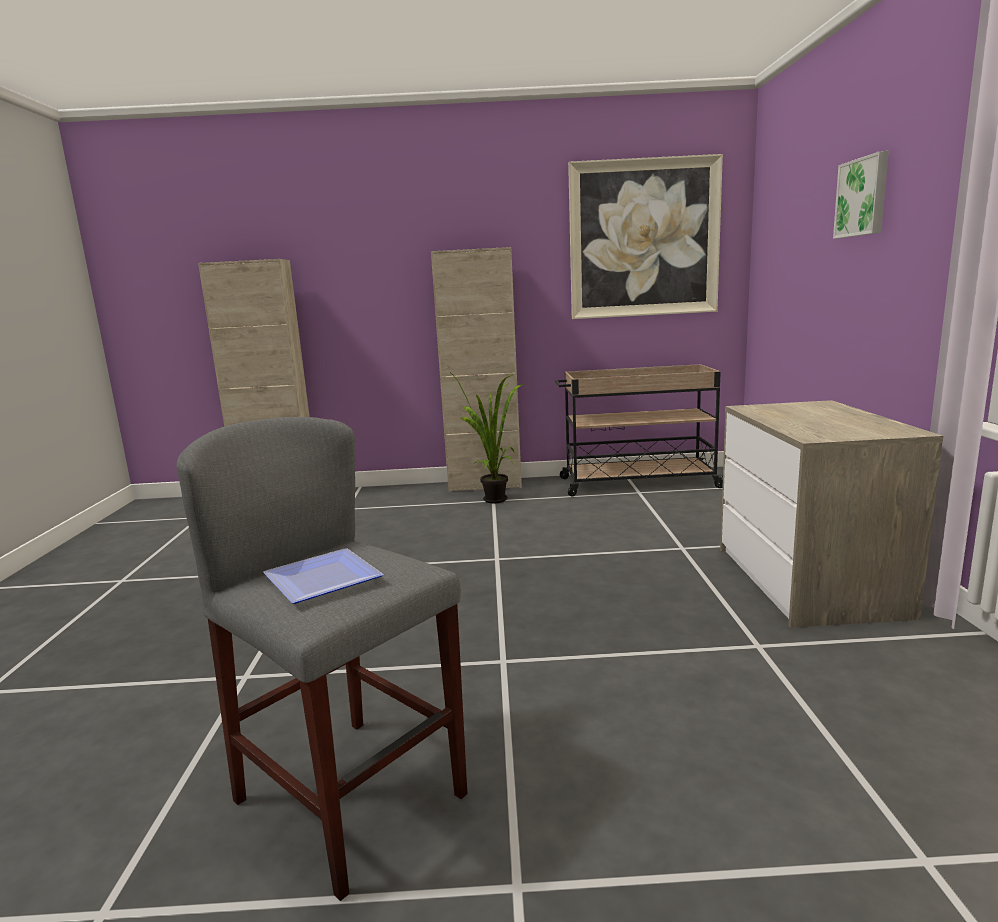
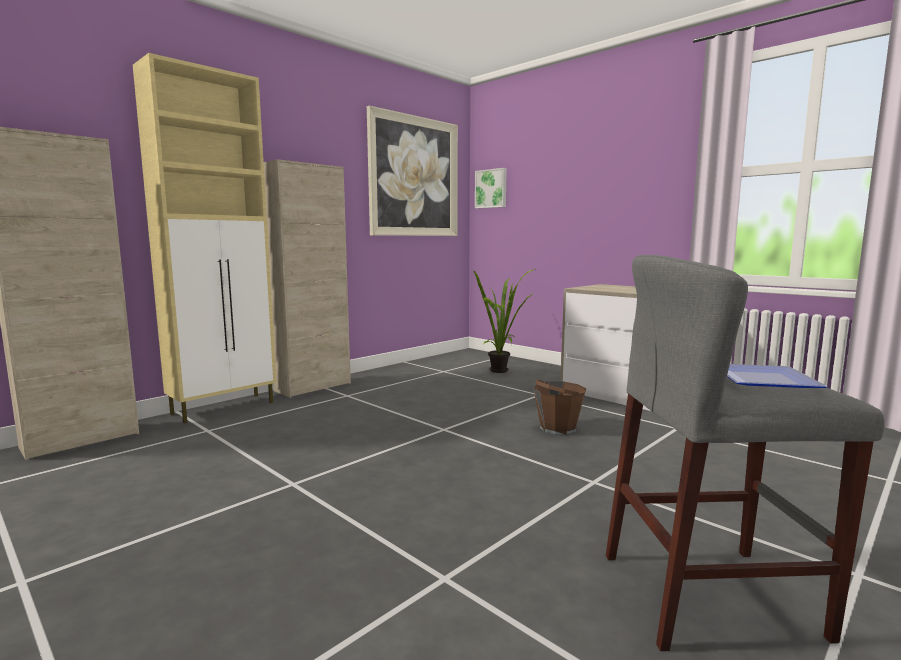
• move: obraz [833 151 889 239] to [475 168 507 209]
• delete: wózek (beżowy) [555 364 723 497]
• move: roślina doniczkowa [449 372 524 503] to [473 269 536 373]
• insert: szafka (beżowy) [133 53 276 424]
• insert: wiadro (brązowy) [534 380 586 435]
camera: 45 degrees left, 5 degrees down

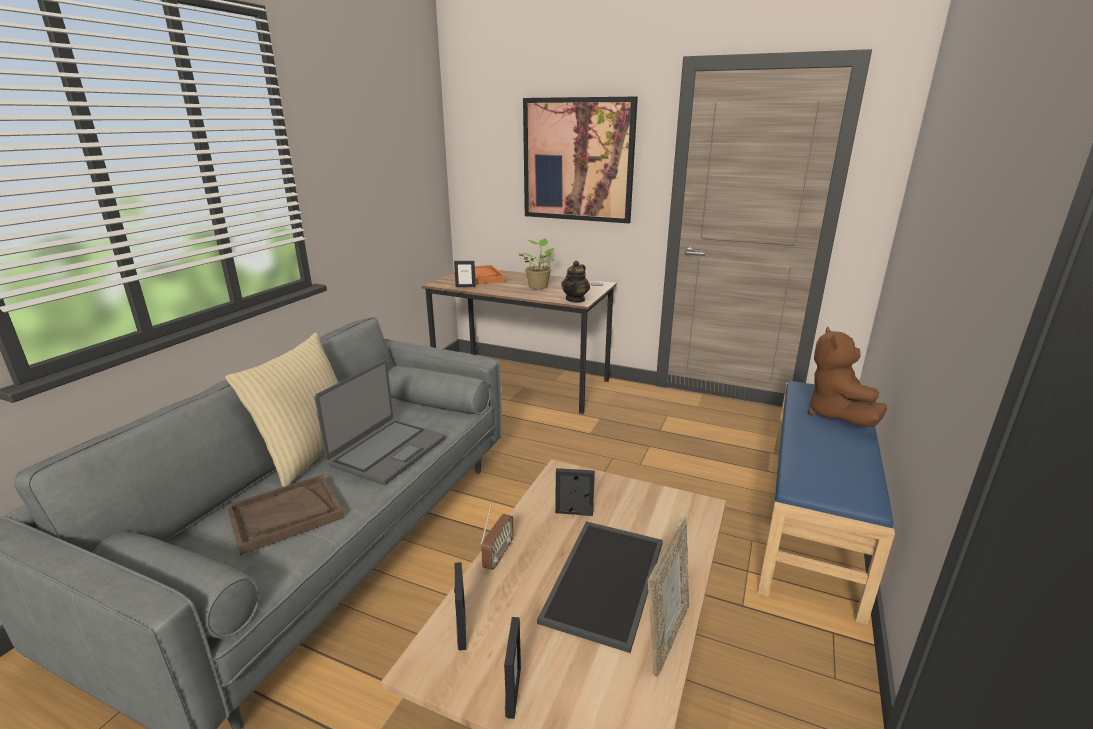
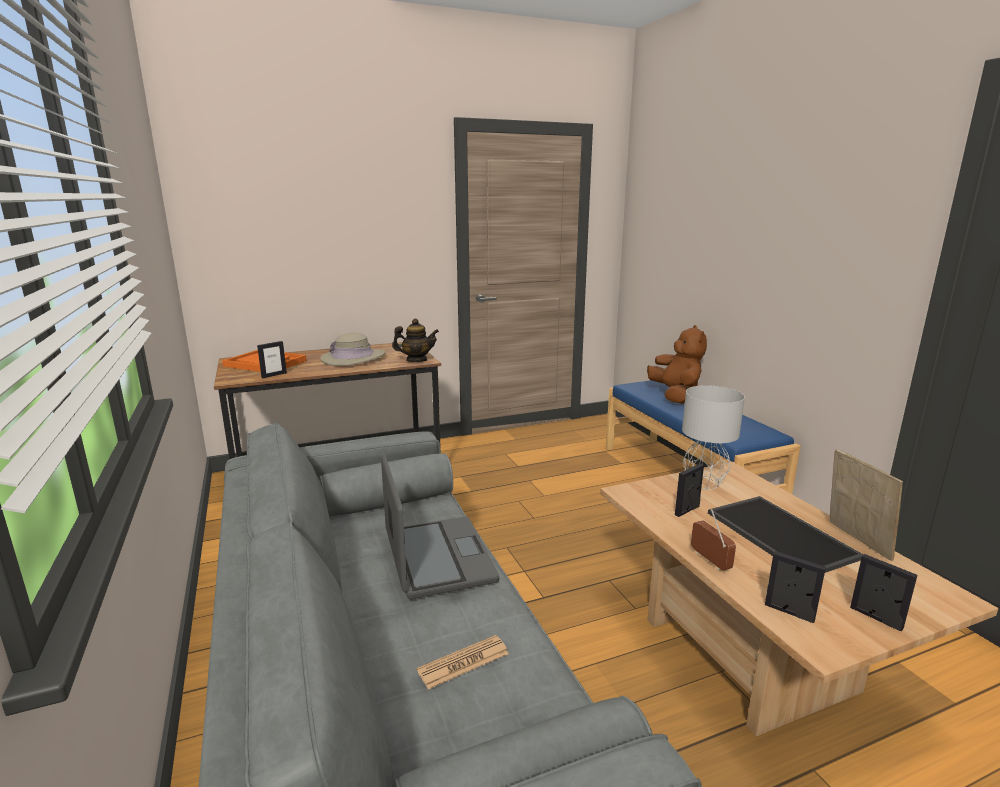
• delete: obraz [523 97 638 223]
• replace: roślina doniczkowa [519 239 555 289] to kapelusz (beżowy) [320 333 386 366]
• rotate: imbryk [561 261 590 303] = [392 319 439 362] 75 degrees counterclockwise
• rotate: pluszak (brązowy) [808 327 887 427] = [647 325 707 404] 150 degrees counterclockwise
• delete: poduszka (beżowy) [225 332 338 487]
• replace: taca (brązowy) [226 475 345 556] to gazeta [417 635 509 689]
• insert: lampa stołowa (szary) [682 385 745 490]
camera: 45 degrees left, 5 degrees down

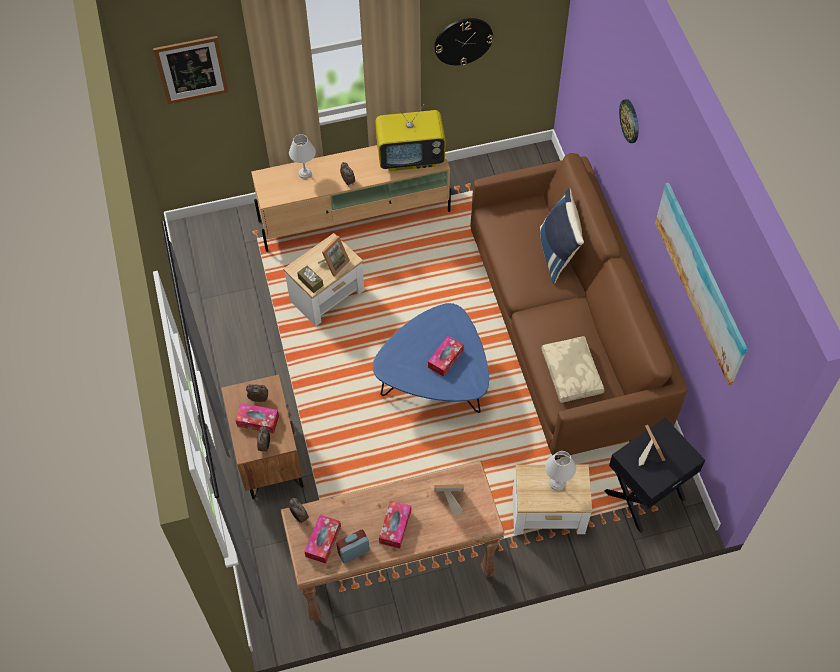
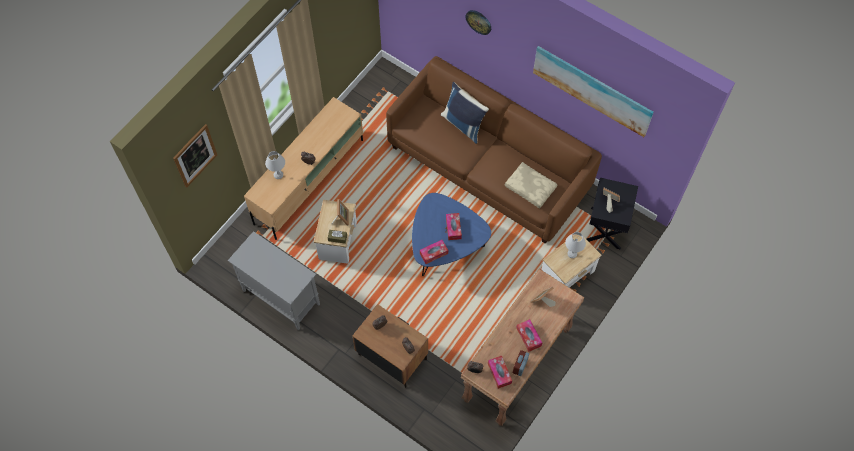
• delete: zegar ścienny [434 18 493 66]
• delete: telewizor [375 104 445 171]
• move: pudełko chusteczek [235 403 279 433] to [420 240 448 264]
• insert: szafka (szary) [228 231 320 330]
camera: 40 degrees left, 5 degrees up

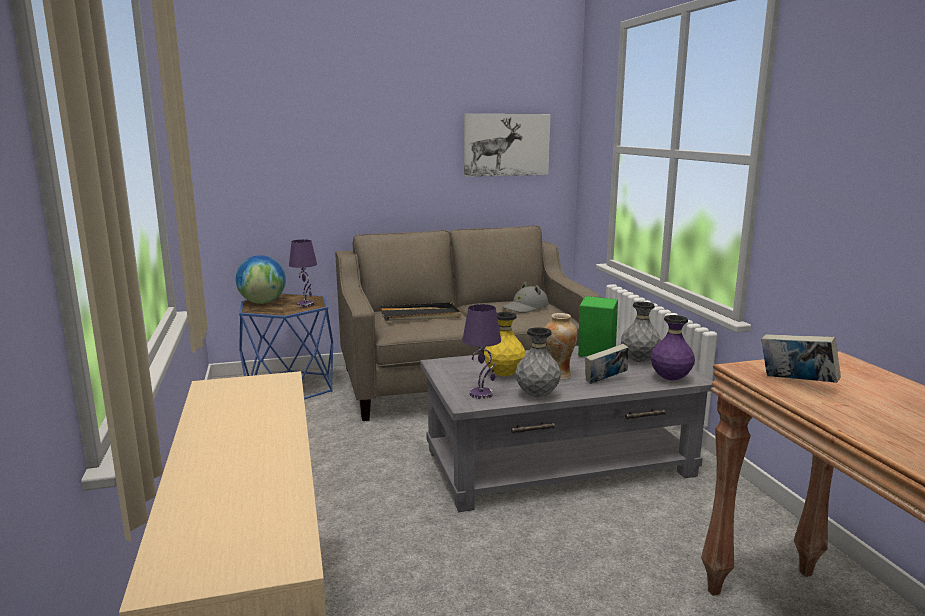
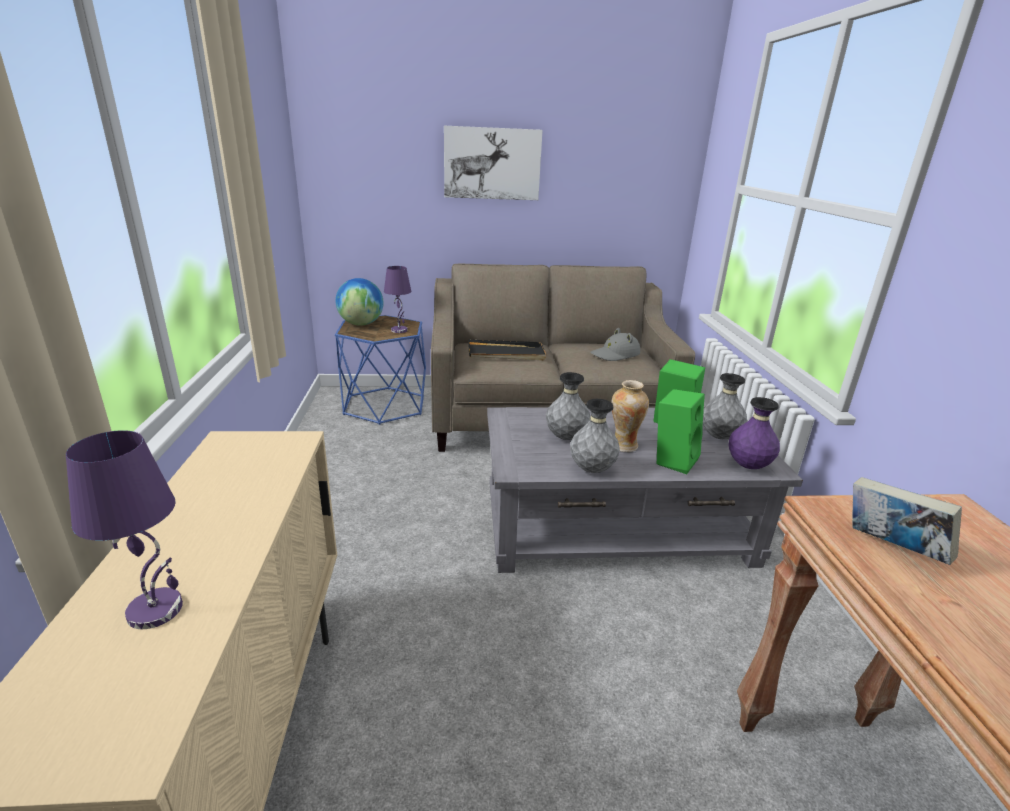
• move: obraz [464 114 551 177] to [444 126 543 200]
• move: lampa stołowa (fioletowy) [462 304 501 399] to [66 430 183 629]
• recolor: wazon (żółty) [484 312 526 376] to wazon (szary) [546 372 591 440]
• replace: książka [585 344 629 384] to głośnik (zielony) [657 389 705 474]
camera: 10 degrees right, 10 degrees up

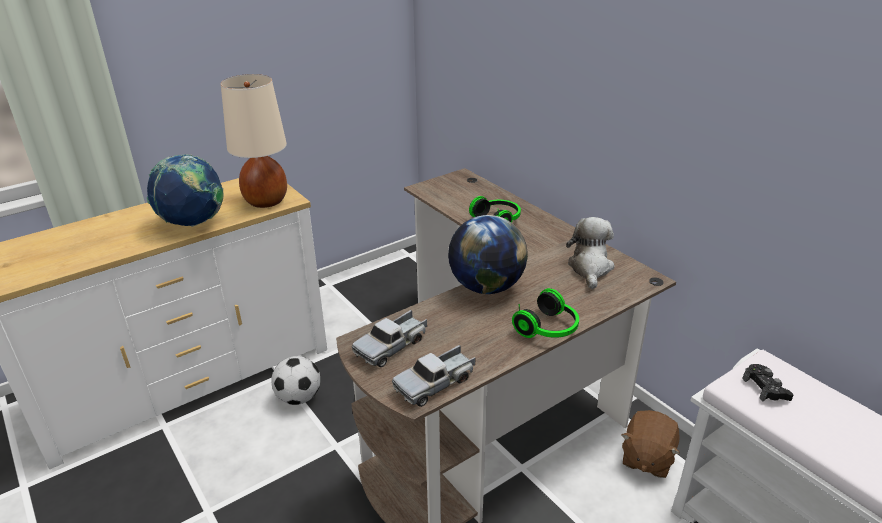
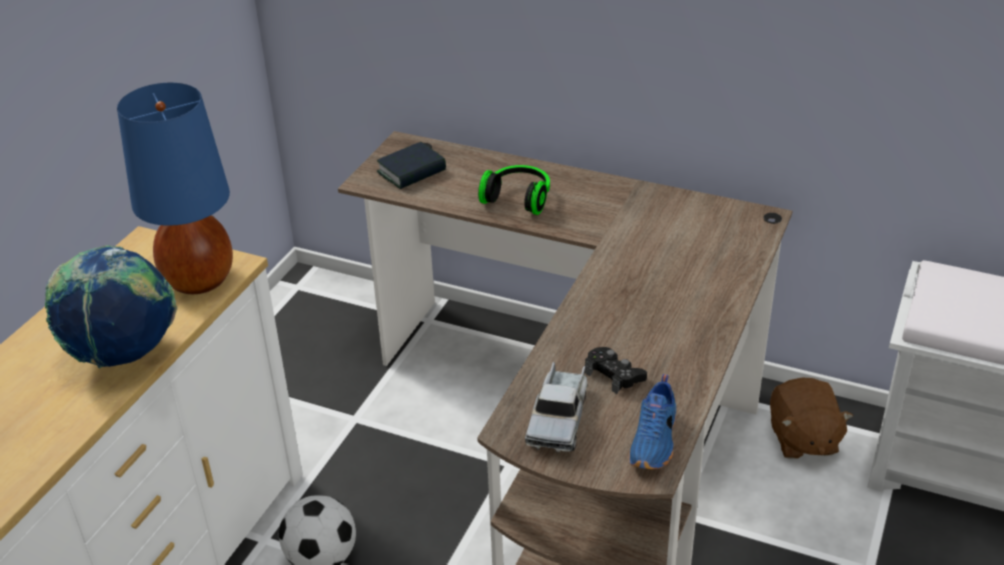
• recolor: lampa stołowa (beżowy) [221 74 287 208] to lampa stołowa (niebieski) [117 83 233 294]
• delete: globus [448 215 528 294]
• delete: pluszak [566 217 614 289]
• delete: słuchawki [512 288 579 338]
• replace: ciężarówka zabawkowa [392 345 476 407] to but (niebieski) [629 374 676 469]
• move: pad do gier (czarny) [742 364 793 402] to [585 347 647 394]
• insert: książka [377 142 446 189]
camera: 30 degrees left, 5 degrees up

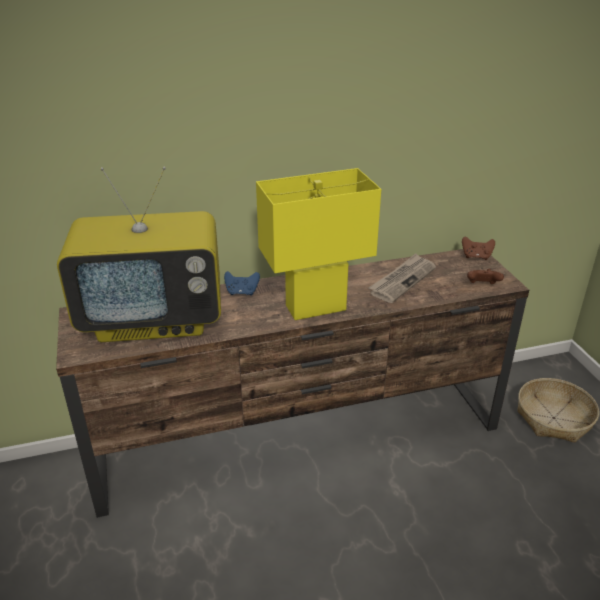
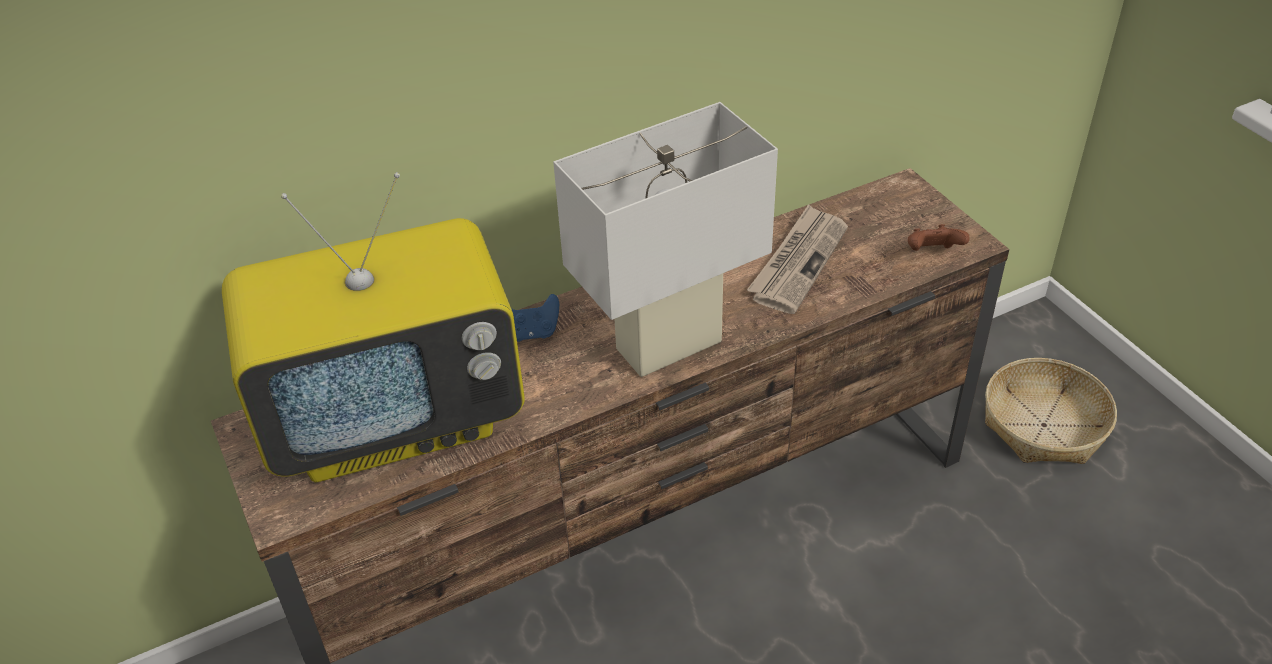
• recolor: lampa stołowa (żółty) [256 168 381 320] to lampa stołowa (biały) [553 102 778 377]
• delete: pad do gier (brązowy) [462 236 495 260]
camera: 10 degrees left, 10 degrees up

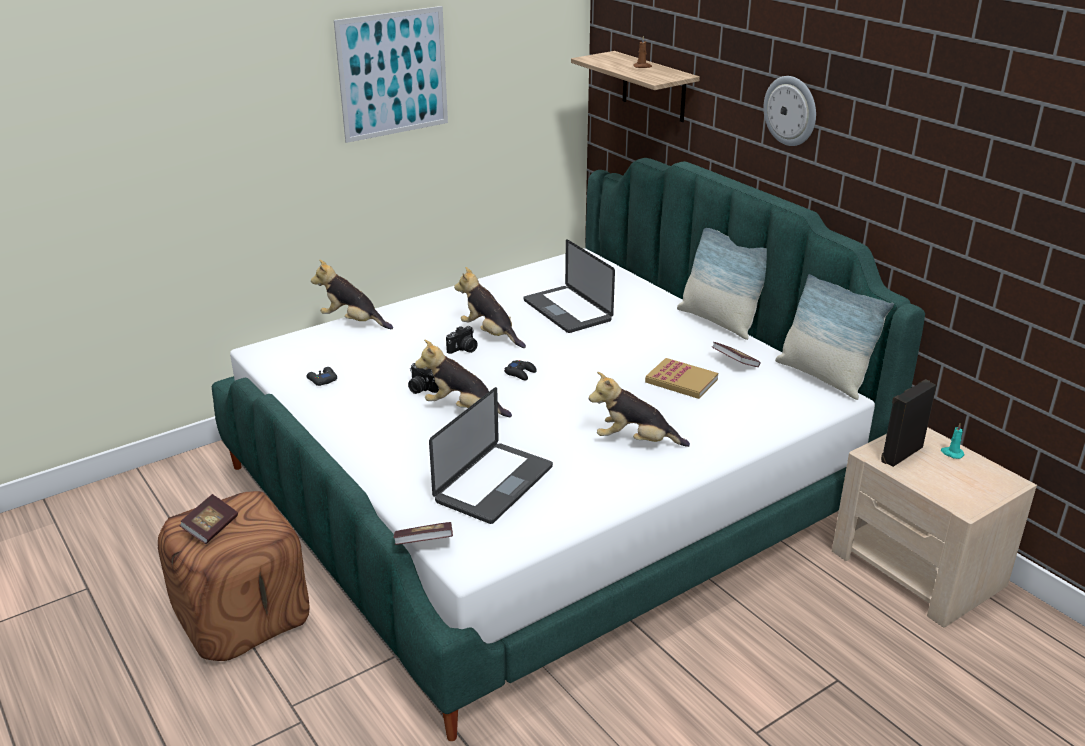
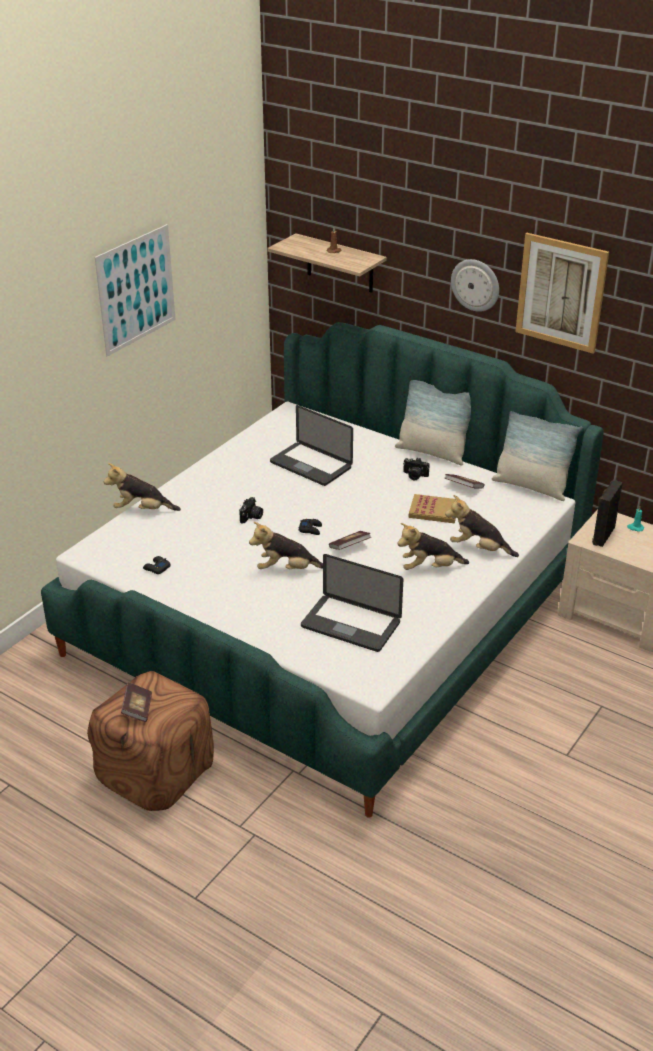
• move: pluszak [454 267 526 348] to [445 495 519 557]
• move: aparat fotograficzny [408 363 439 394] to [403 458 430 480]
• rotate: laptop [429 387 553 524] = [301 554 403 652] 105 degrees clockwise
• move: książka [393 522 453 545] to [329 531 371 550]
• insert: obraz [515 233 609 354]
camera: 20 degrees left, 5 degrees up

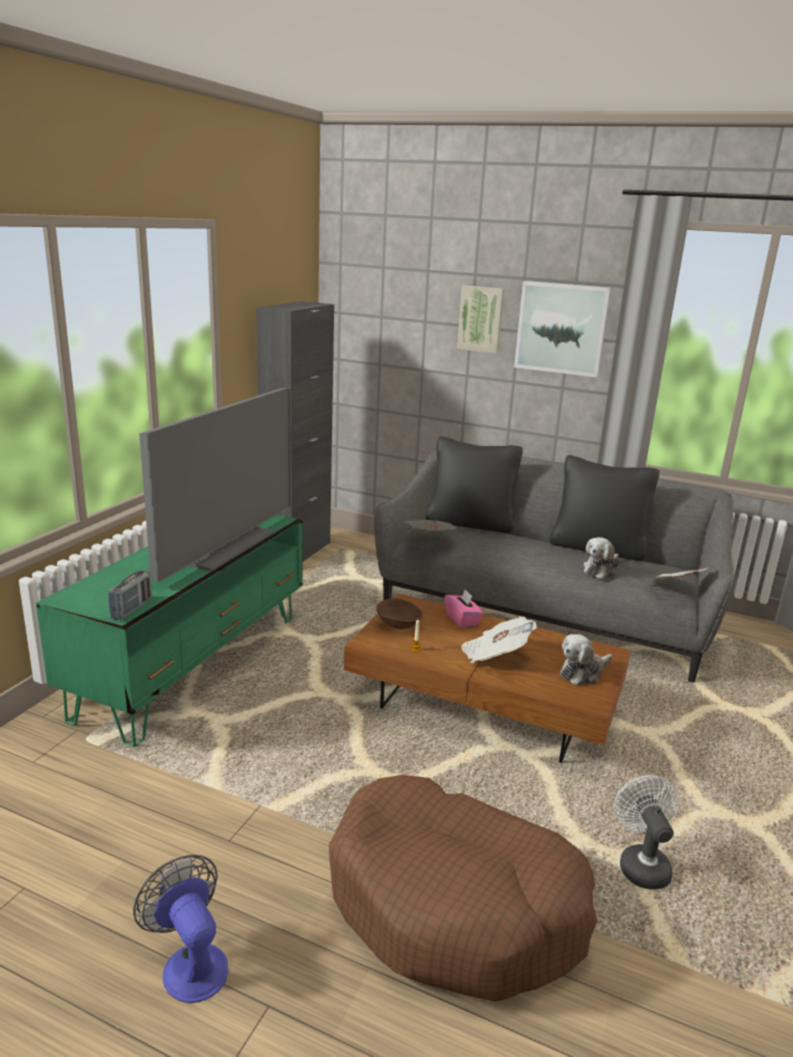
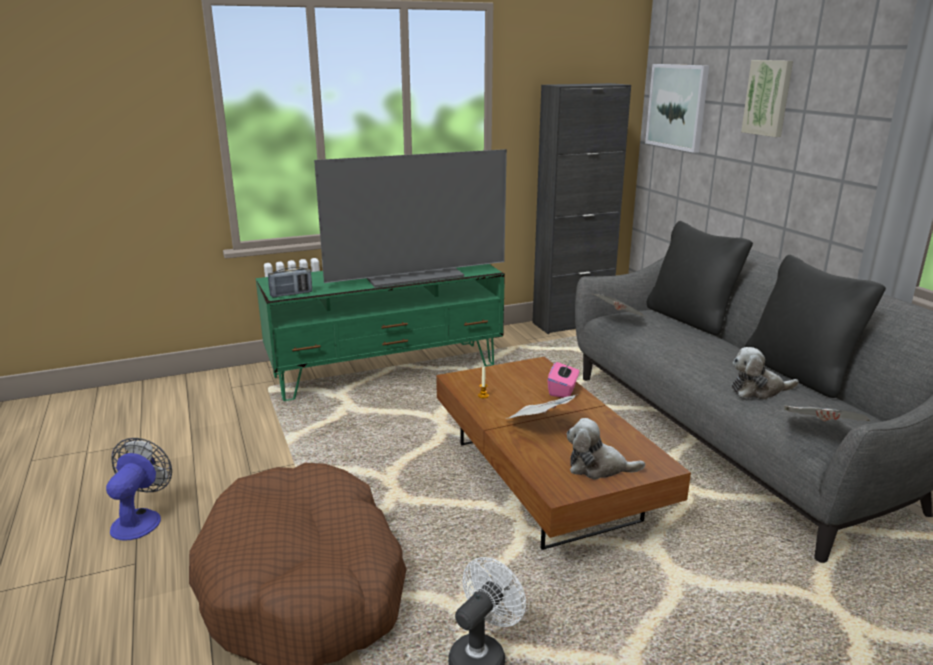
• move: obraz [514 281 611 377] to [645 64 709 153]
• delete: miska (brązowy) [376 598 423 629]
camera: 45 degrees right, 0 degrees up

